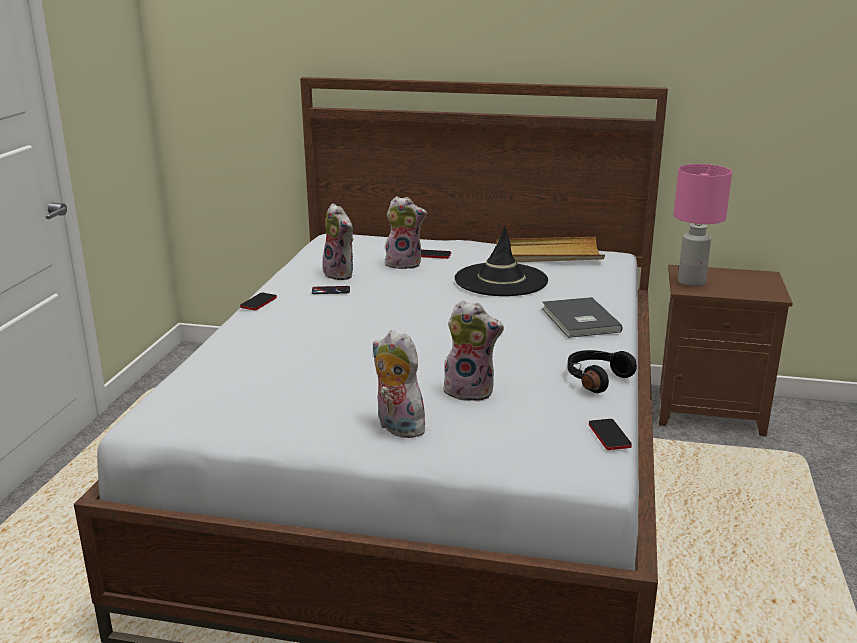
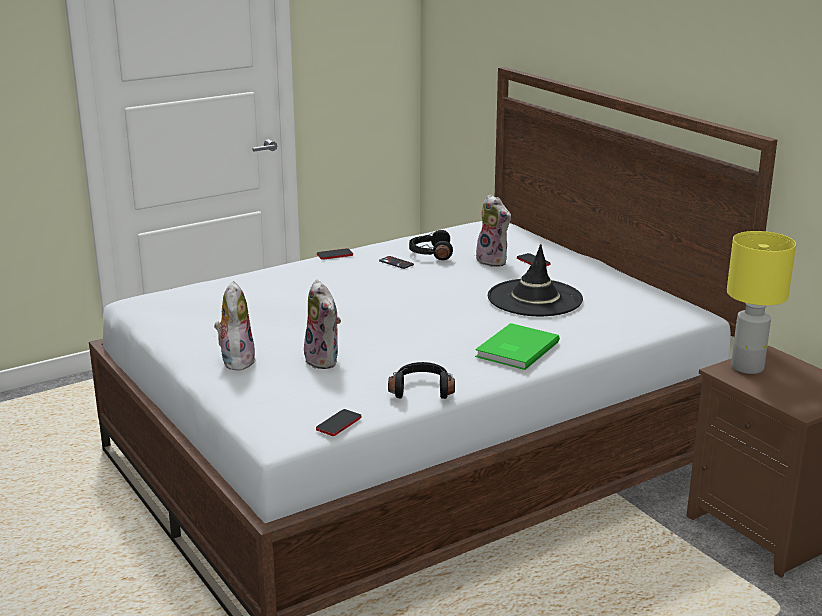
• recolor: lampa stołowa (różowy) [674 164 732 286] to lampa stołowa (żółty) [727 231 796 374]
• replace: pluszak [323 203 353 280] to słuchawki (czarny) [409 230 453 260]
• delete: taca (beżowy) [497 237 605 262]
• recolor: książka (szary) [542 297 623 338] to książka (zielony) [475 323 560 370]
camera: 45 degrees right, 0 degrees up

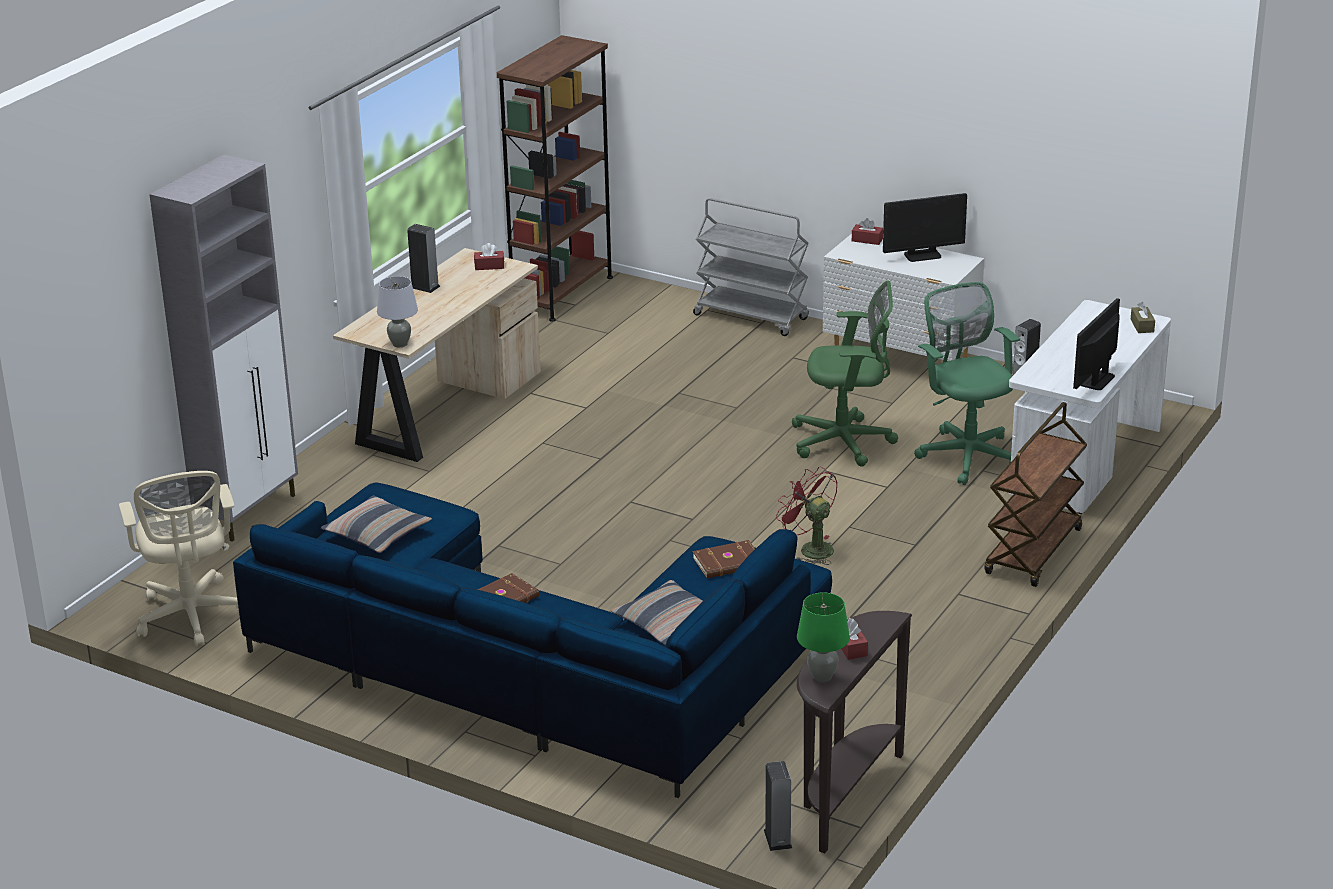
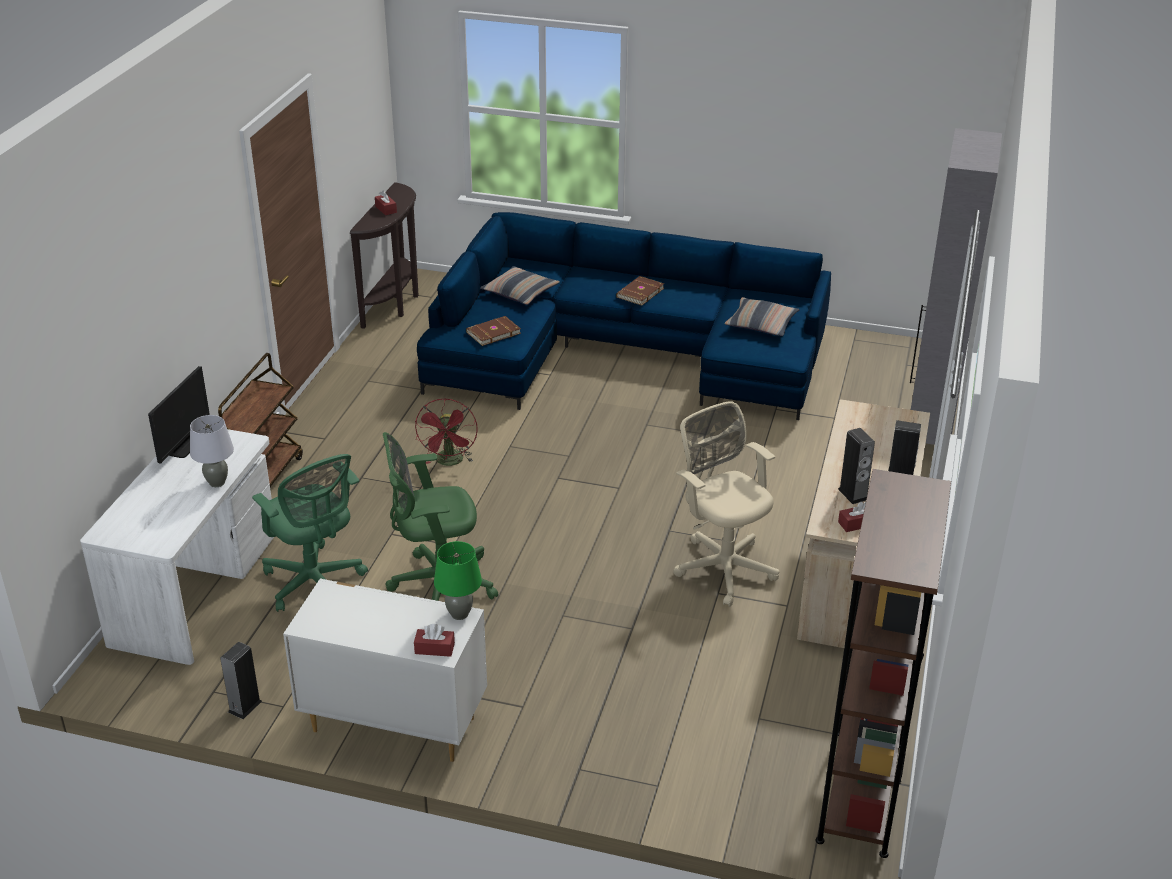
• delete: monitor [883 193 967 262]
• delete: wózek (szary) [693 198 809 336]
• move: lampa stołowa (szary) [377 276 418 347] to [190 415 234 487]
• delete: pudełko chusteczek (brązowy) [1131 302 1155 333]
• rotate: wentylator (czerwony) [776 467 838 565] = [415 399 478 466] 60 degrees clockwise
• move: krzesło biurowe (beżowy) [119 471 239 646] to [673 401 780 607]
• move: lampa stołowa (zielony) [797 592 850 683] to [434 541 482 620]
• move: głośnik [764 761 792 851] to [838 428 875 504]
camera: 165 degrees right, 5 degrees up

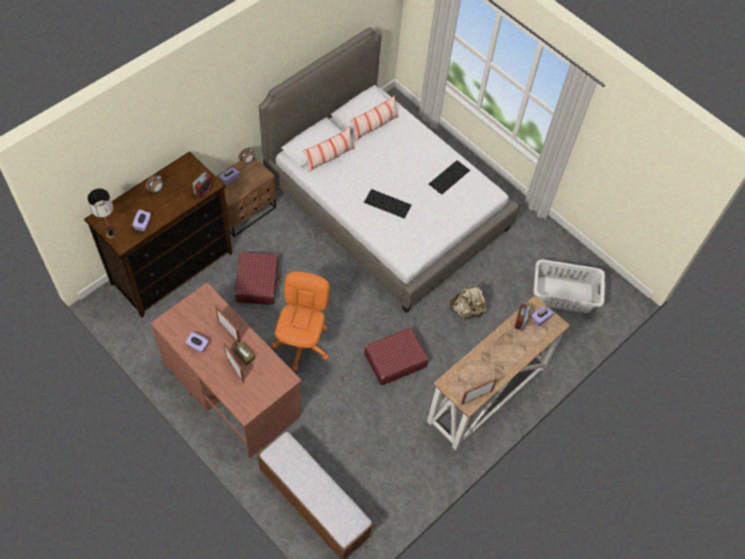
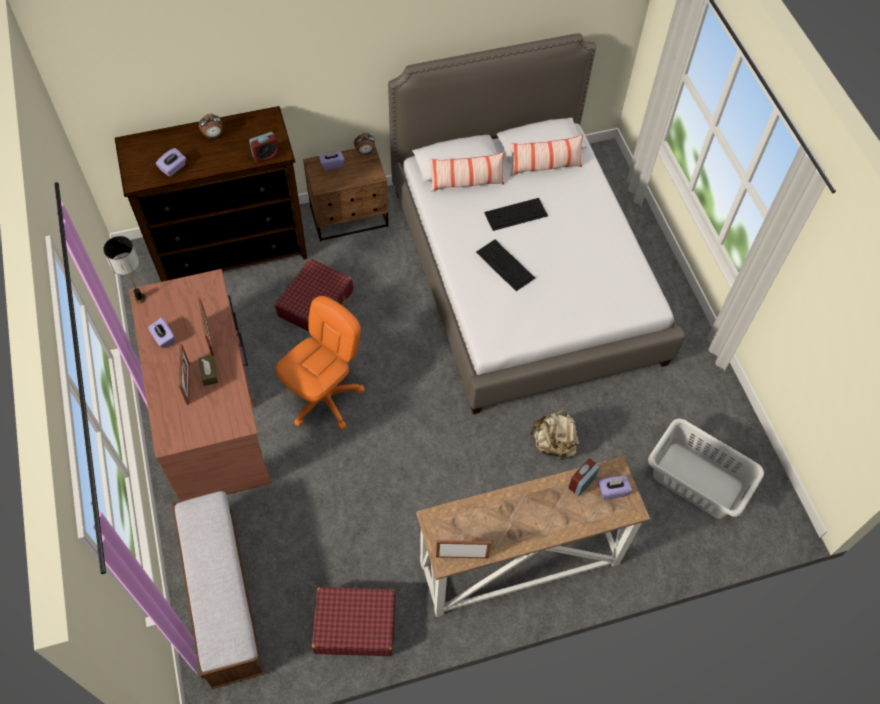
• move: klawiatura [429 160 470 195] to [484 198 548 231]
• move: lampa stołowa [88 188 116 239] to [103 236 146 303]
• move: walizka (czerwony) [364 327 429 386] to [312 587 395 656]
camera: 30 degrees right, 0 degrees up

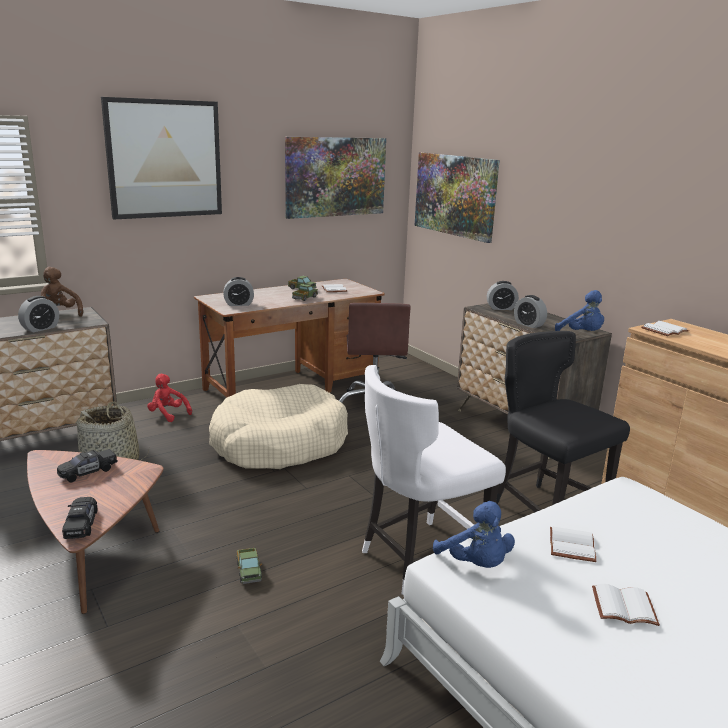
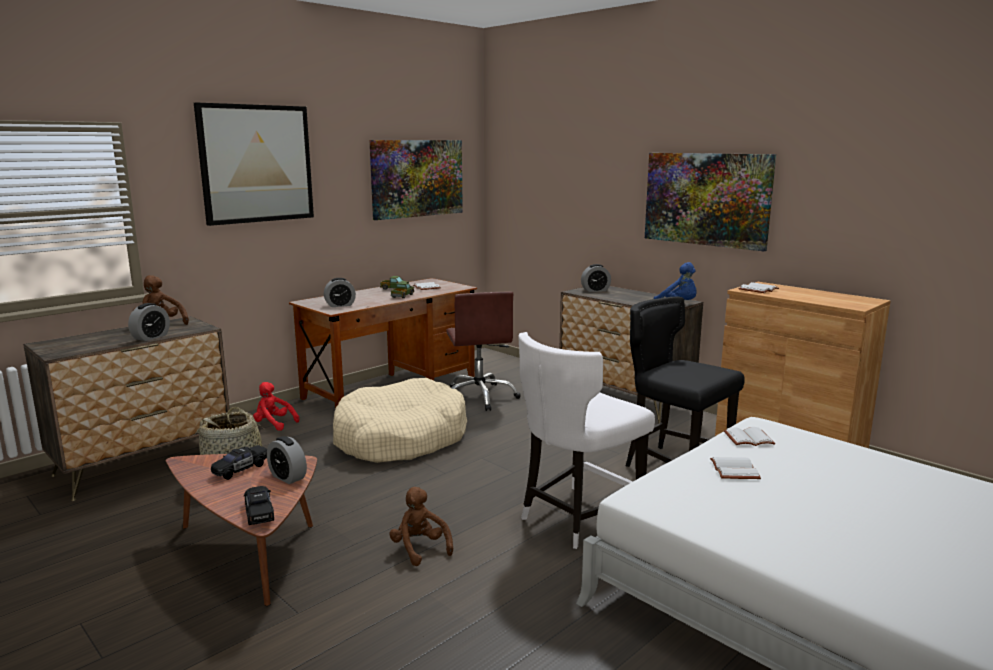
• move: obraz [414 152 500 243] to [645 153 776 251]
• move: budzik [514 295 547 328] to [267 436 307 484]
• delete: pluszak (niebieski) [433 501 515 568]
• replace: ciężarówka zabawkowa [237 548 262 584] to pluszak (brązowy) [389 487 453 566]
• move: książka (biały) [592 584 660 626] to [724 427 776 446]
camera: 10 degrees left, 5 degrees down

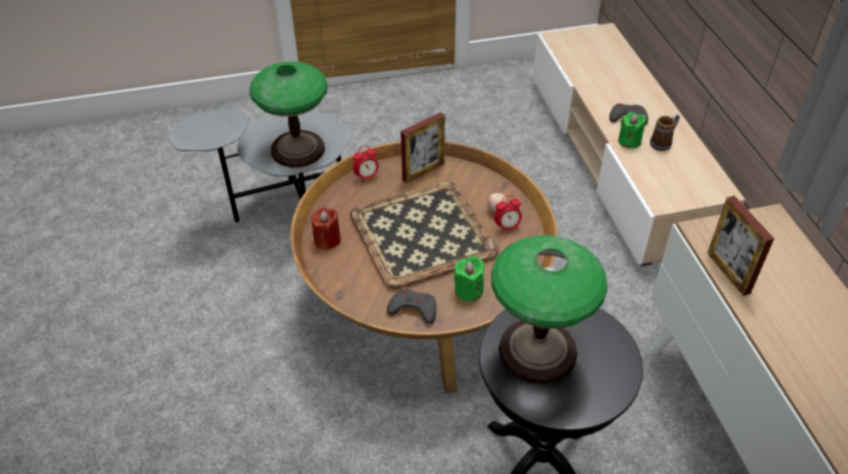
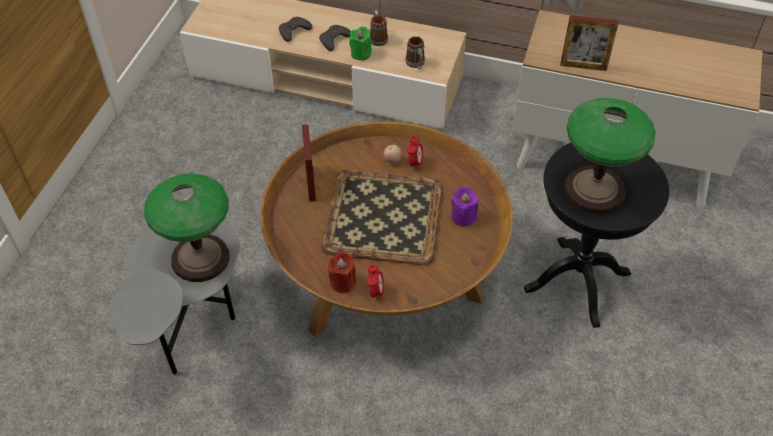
• move: budzik [353 146 379 183] to [367 265 384 300]
• recolor: świeca (zielony) [454 256 484 302] to świeca (fioletowy) [451 187 478 227]
• move: pad do gier (szary) [387 289 436 324] to [279 17 312 42]
• insert: kubek [405 36 425 69]
camera: 60 degrees left, 5 degrees up

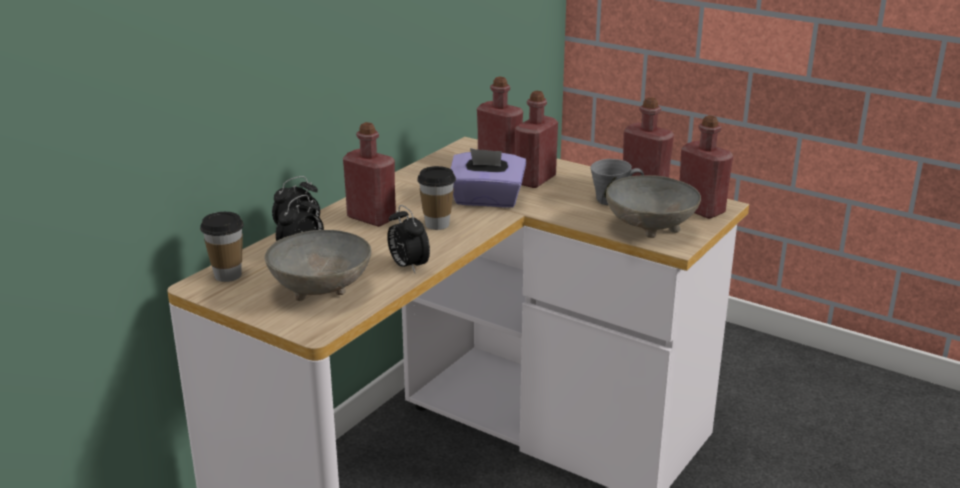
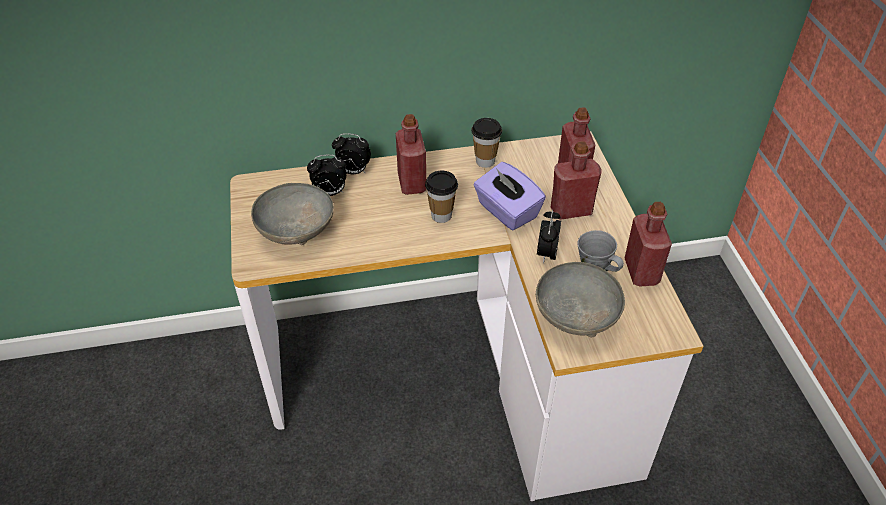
• delete: butelka (czerwony) [679 115 733 219]
• move: budzik [387 205 430 273] to [537 210 561 264]
• move: filiżanka [200 212 244 282] to [471 118 502 168]
camera: 45 degrees right, 20 degrees up

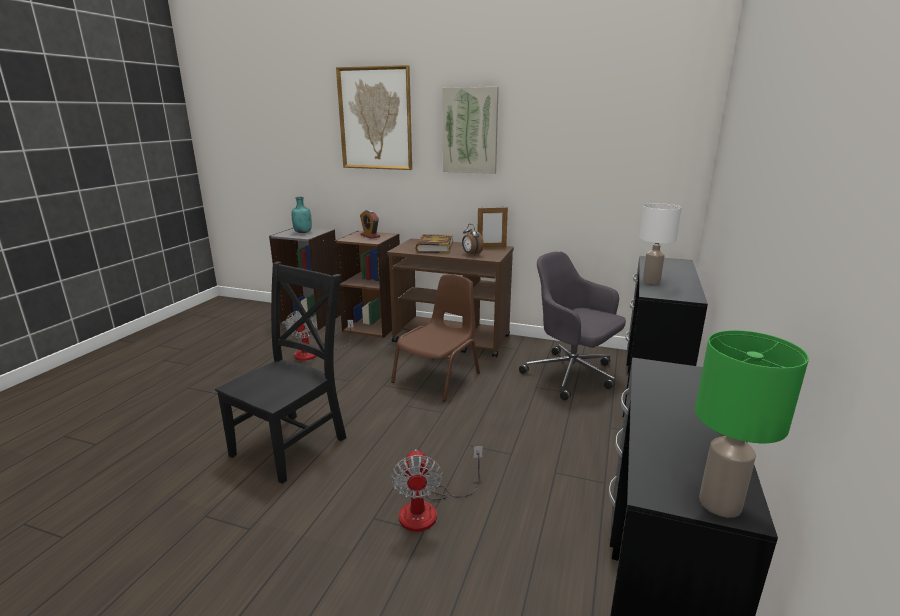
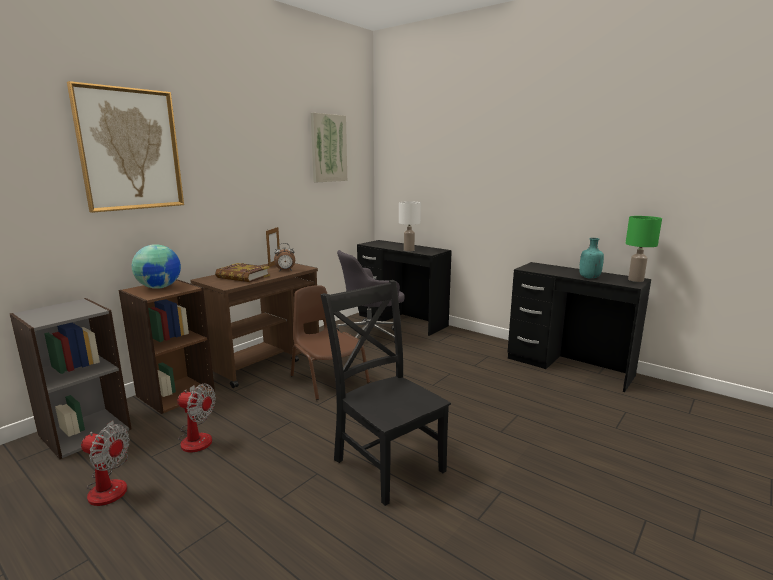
• move: obraz [442 87 499 174] to [311 113 347 182]
• move: butelka (turkusowy) [291 197 312 233] to [579 238 604 279]
• replace: budzik [360 210 380 238] to globus [132 244 181 289]
• move: wentylator [391 446 483 532] to [81 421 130 506]
camera: 70 degrees left, 5 degrees down

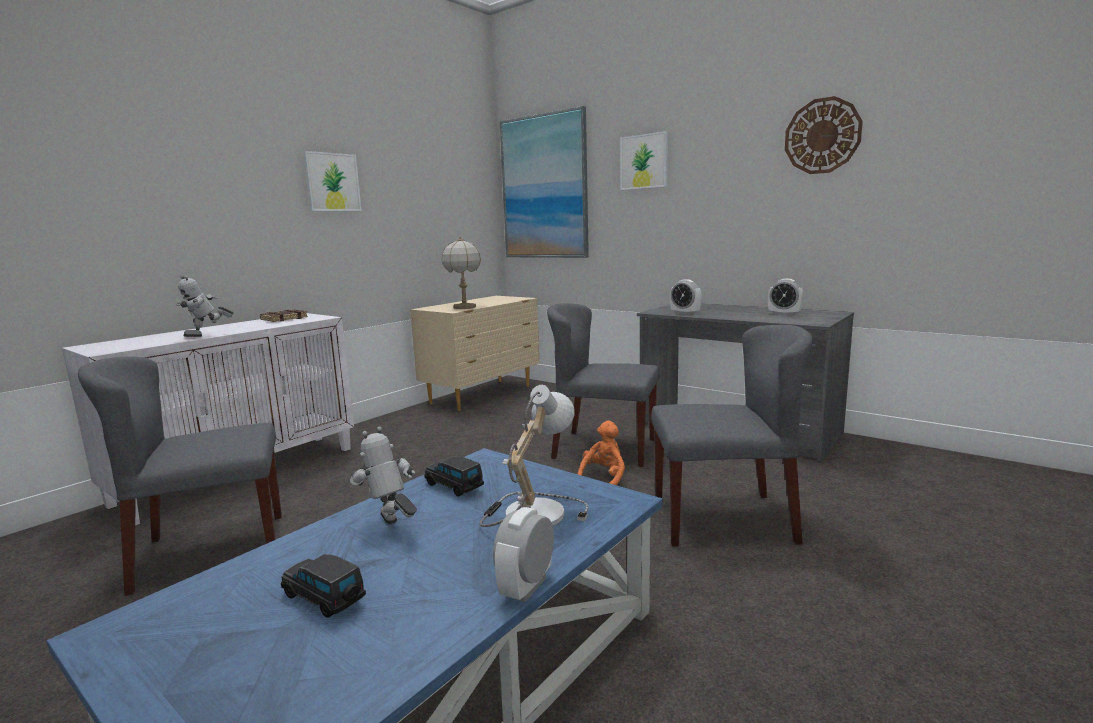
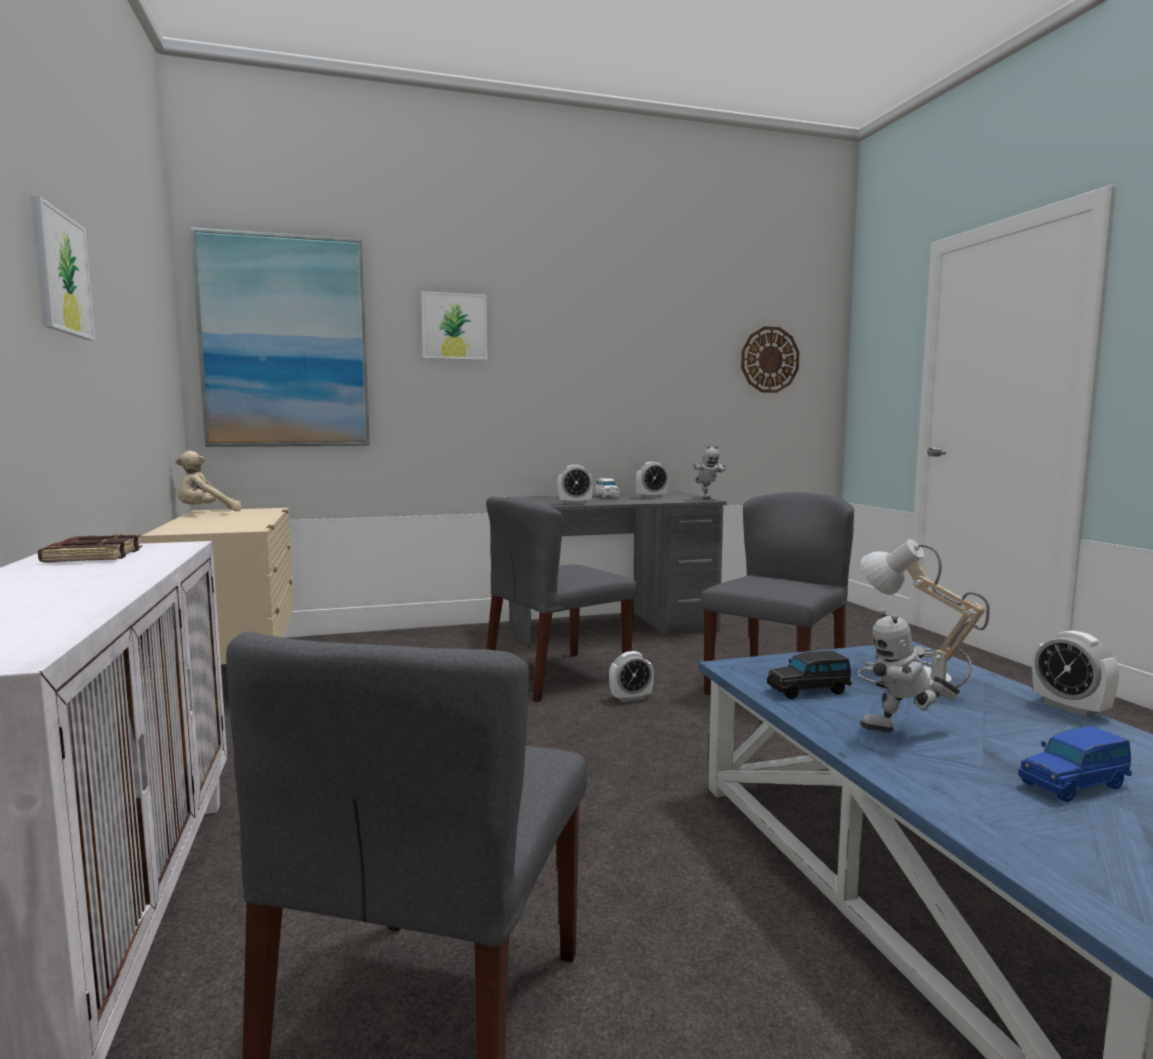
• move: zegar ścienny [785 96 863 174] to [741 326 799 393]
• delete: lampa stołowa [442 237 481 309]
• move: robot zabawkowy [176 275 233 337] to [694 445 726 499]
• replace: pluszak (pomarańczowy) [578 421 625 485] to budzik [609 651 654 702]
• recolor: samochodzik (czarny) [281 554 366 618] to samochodzik (niebieski) [1018 726 1132 802]
• insert: pluszak (beżowy) [175 451 242 511]
• insert: samochodzik (biały) [595 478 620 498]
camera: 55 degrees left, 5 degrees down

